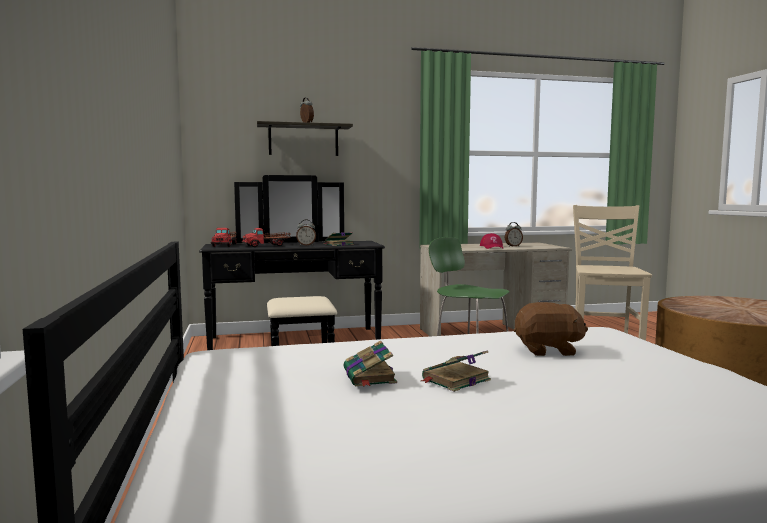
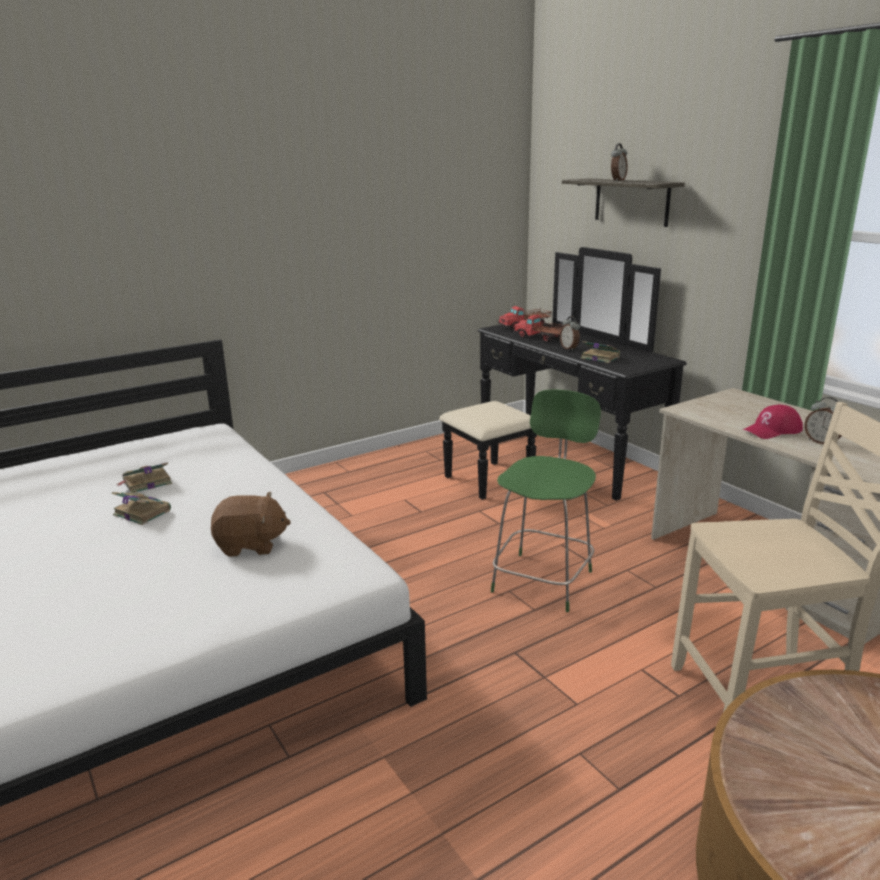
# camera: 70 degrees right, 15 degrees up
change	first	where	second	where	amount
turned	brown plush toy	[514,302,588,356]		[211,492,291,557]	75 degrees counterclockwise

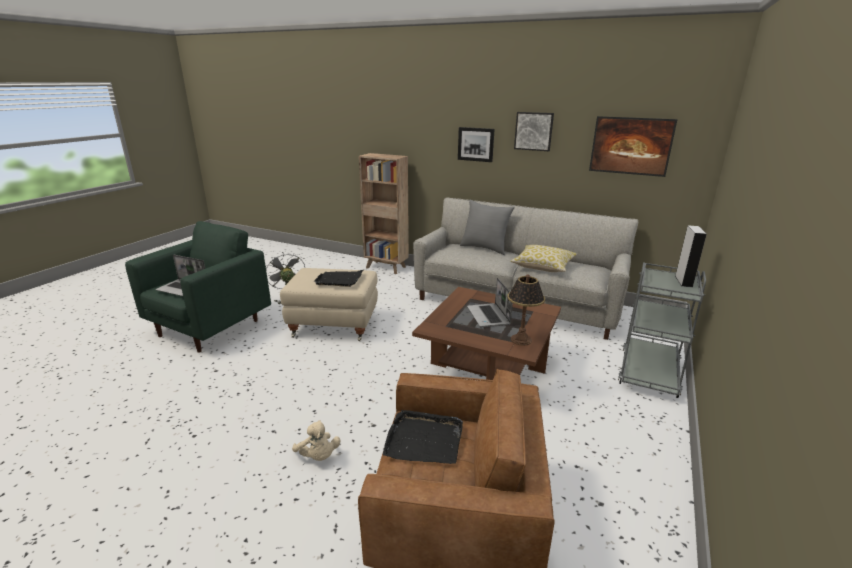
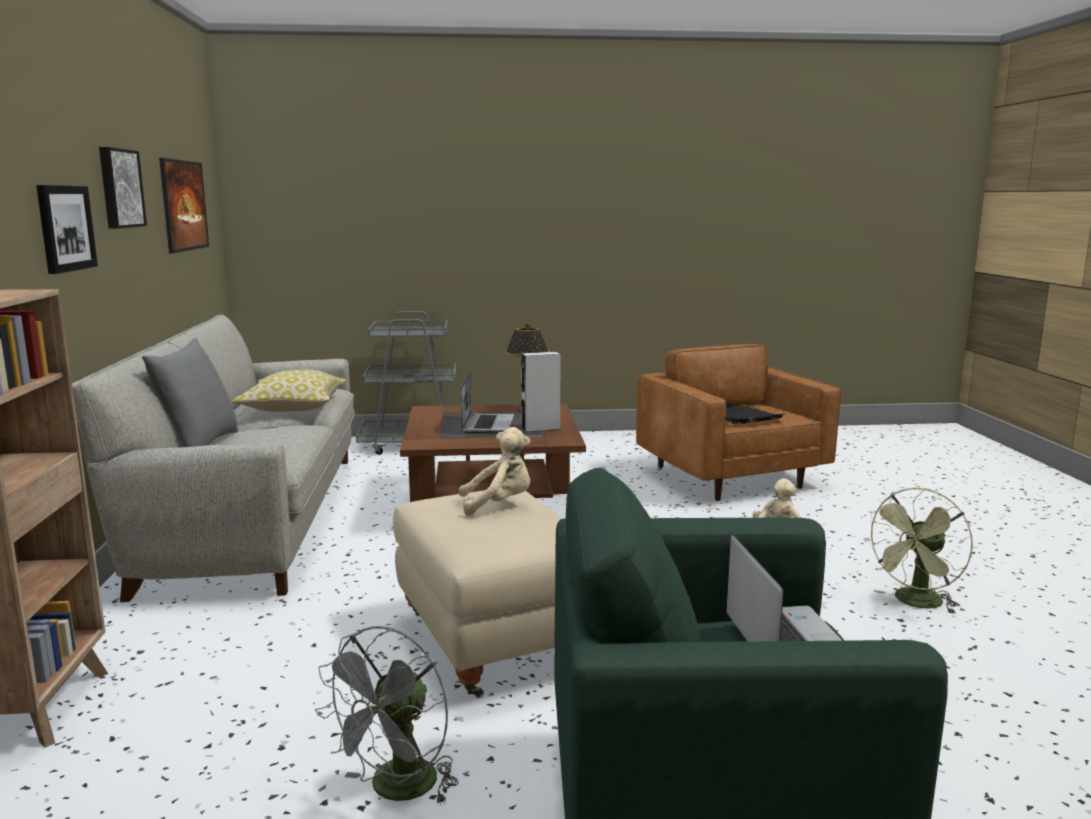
# camera: 120 degrees left, 10 degrees down
change	first	where	second	where	amount
replaced	black tray	[314,270,363,287]	beige plush toy	[459,427,531,516]	
turned	laptop	[467,278,513,327]		[460,373,514,433]	45 degrees counterclockwise
moved	grey speaker	[675,225,707,287]		[521,352,561,432]	
added			green fan	[864,487,973,614]	

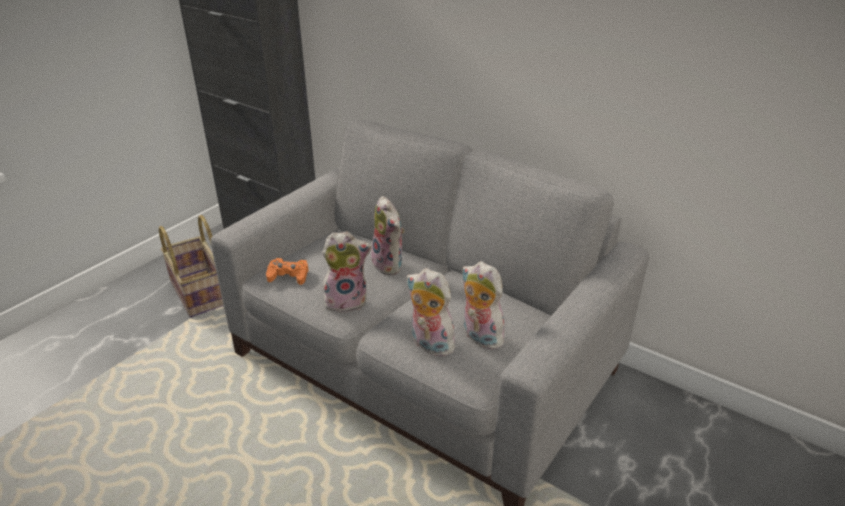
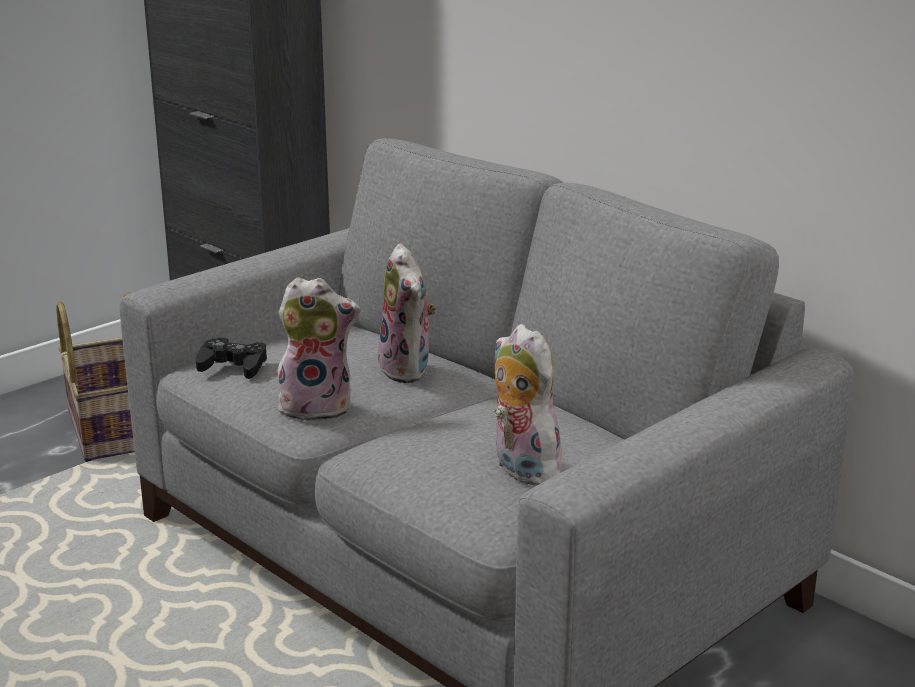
# camera: 10 degrees right, 10 degrees down
change	first	where	second	where	amount
recoloured	orange game controller	[266,258,309,285]	black game controller	[196,337,267,379]	
removed	plush toy	[407,268,455,356]			

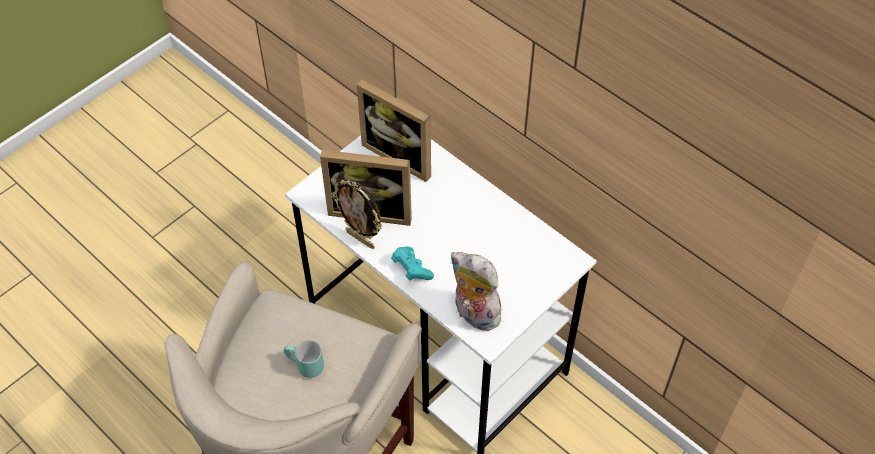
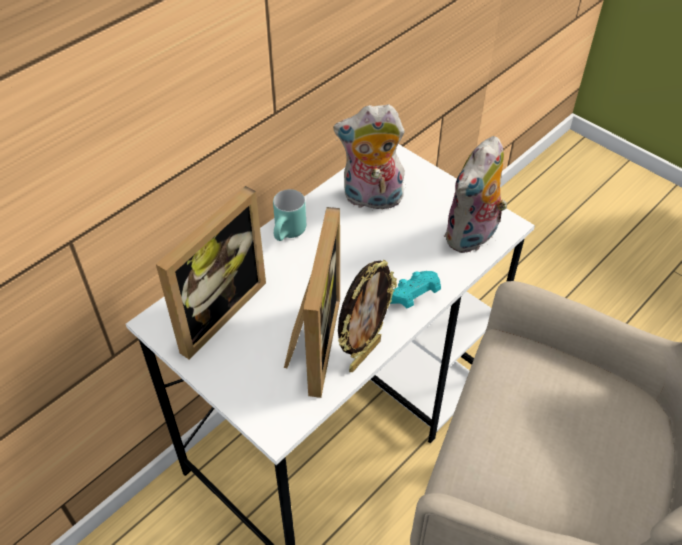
# camera: 90 degrees left, 5 degrees down
change	first	where	second	where	amount
moved	turquoise mug	[284,340,324,378]		[273,189,306,241]	
added			plush toy	[333,104,407,210]	

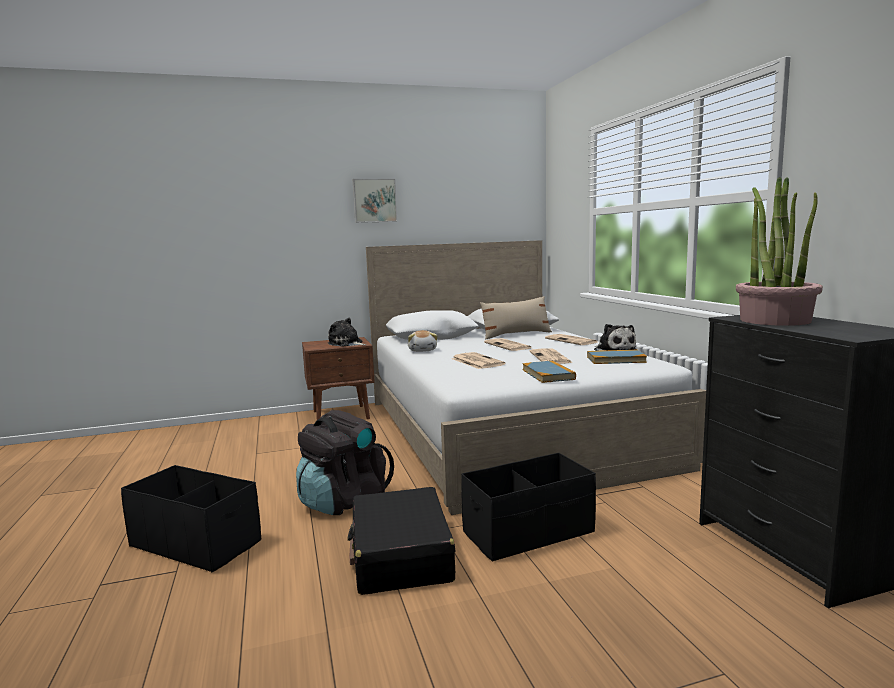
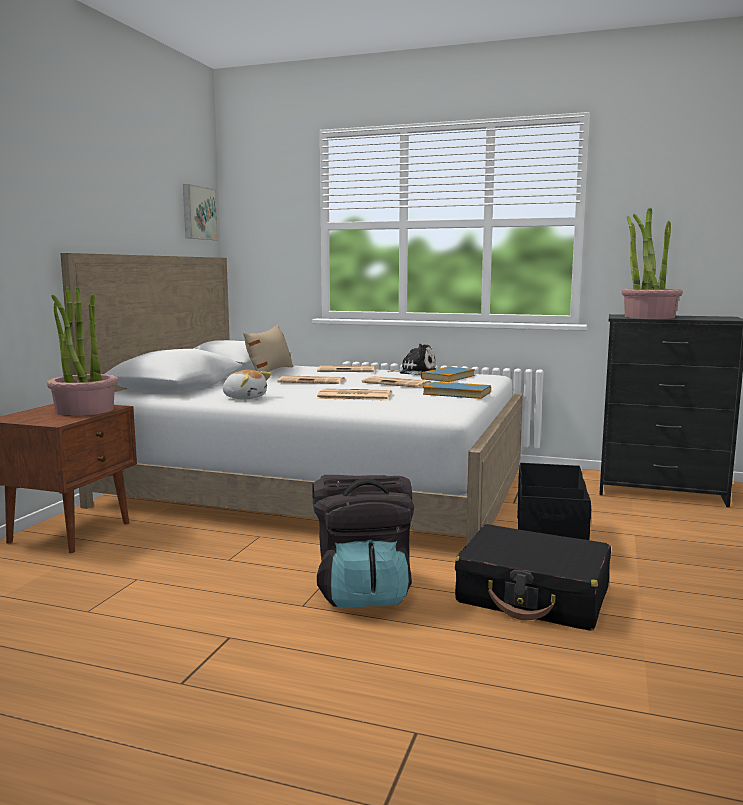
# camera: 55 degrees left, 0 degrees up
change	first	where	second	where	amount
replaced	plush toy	[328,318,366,347]	potted plant	[47,286,118,416]	
moved	picture	[352,179,397,223]		[183,184,218,240]	
removed	black storage box	[121,465,261,573]			

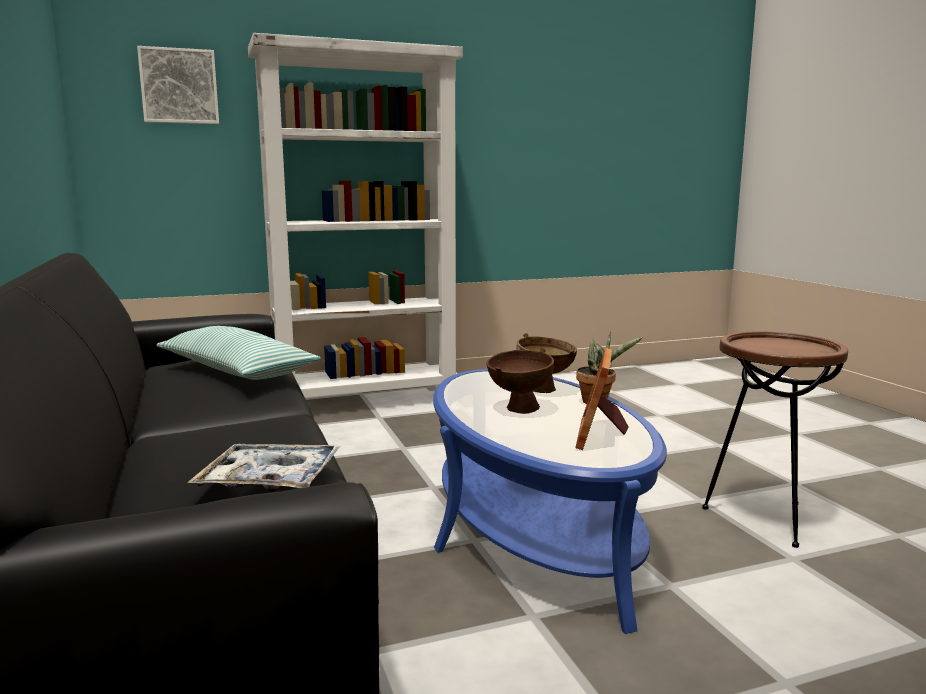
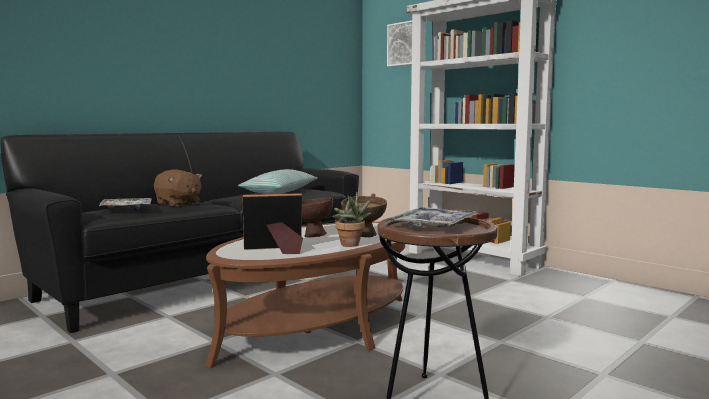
# camera: 65 degrees right, 5 degrees down
change	first	where	second	where	amount
added			brown plush toy	[154,169,202,207]	
recoloured	blue coffee table	[433,369,667,634]	brown coffee table	[205,222,405,368]	
added			tray	[390,207,481,227]	

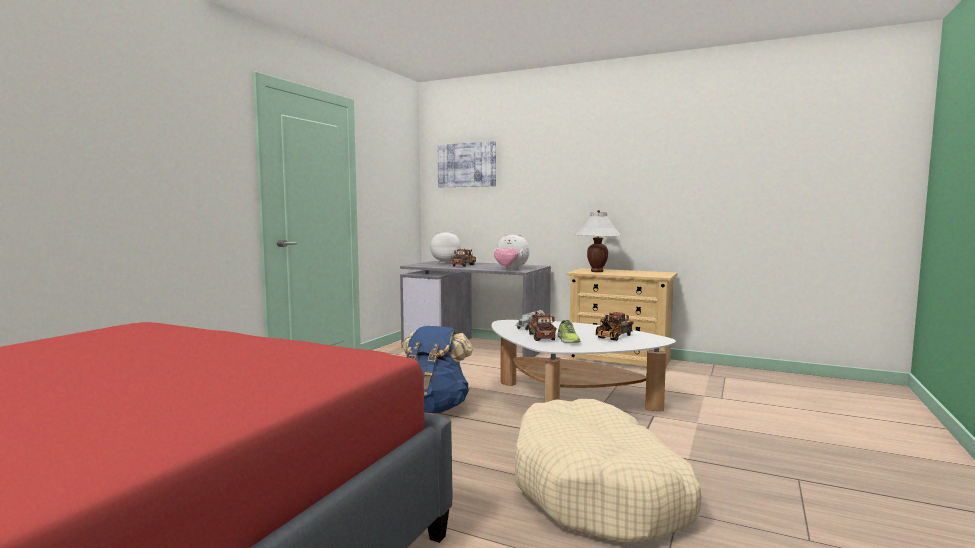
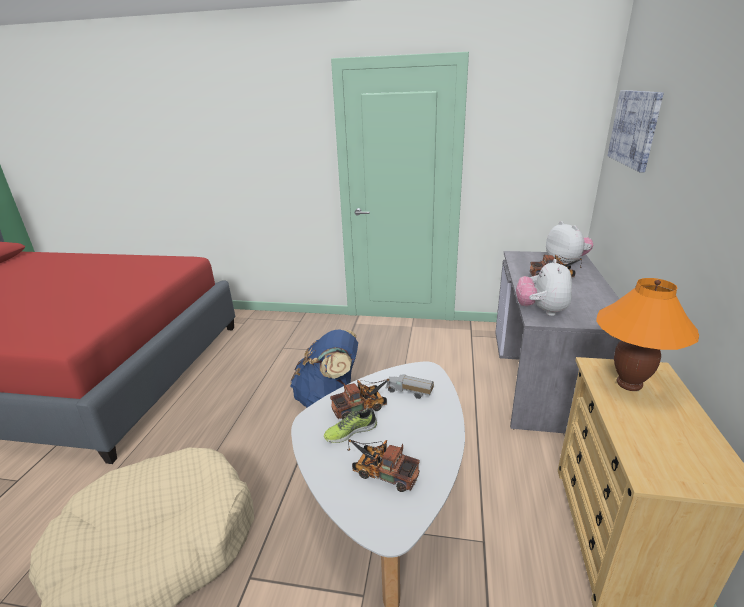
# camera: 75 degrees right, 20 degrees up
change	first	where	second	where	amount
recoloured	white table lamp	[575,210,621,272]	orange table lamp	[596,278,699,391]	

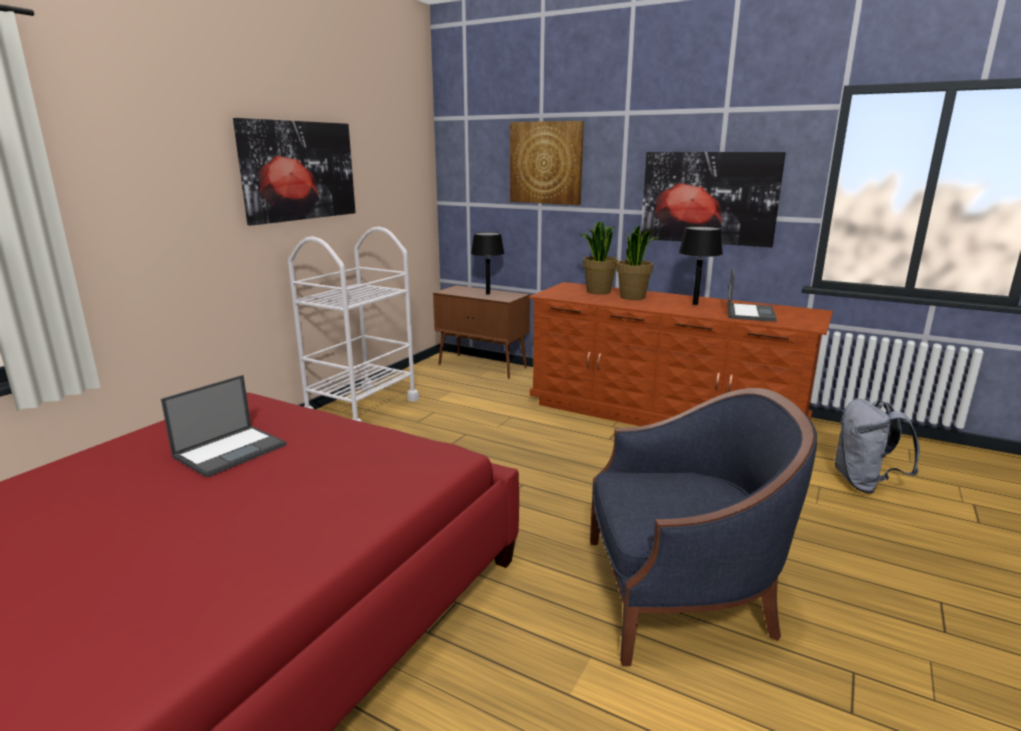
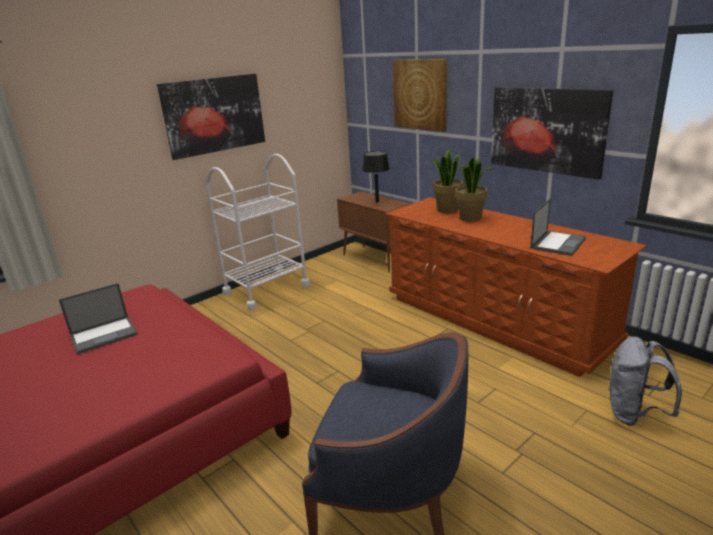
# camera: 20 degrees right, 5 degrees up
change	first	where	second	where	amount
removed	black table lamp	[679,226,723,305]			

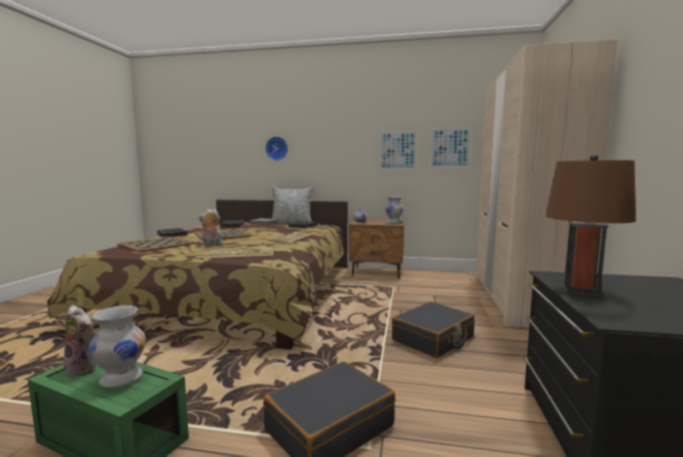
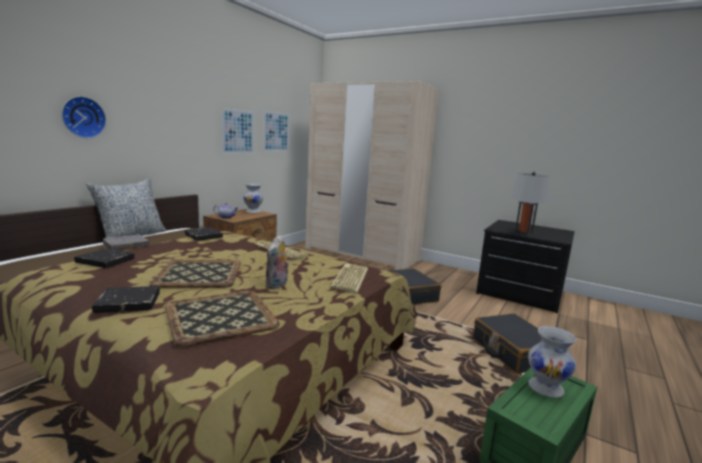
# camera: 70 degrees left, 5 degrees up
change	first	where	second	where	amount
recoloured	brown table lamp	[545,154,636,298]	grey table lamp	[511,172,550,236]	
removed	plush toy	[64,305,97,377]			

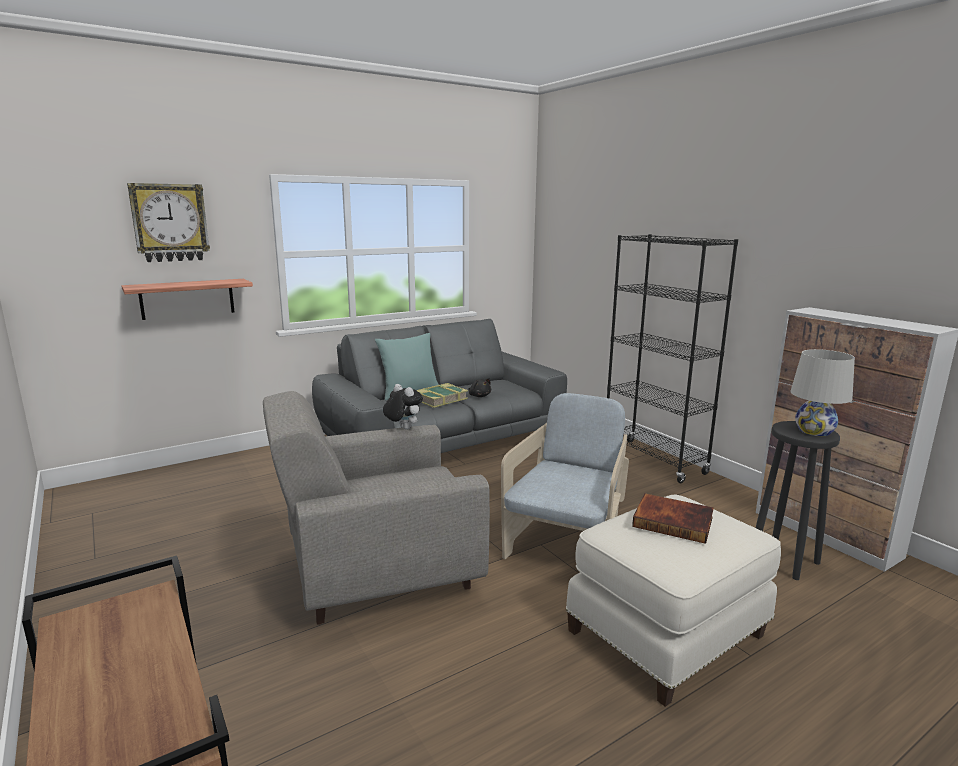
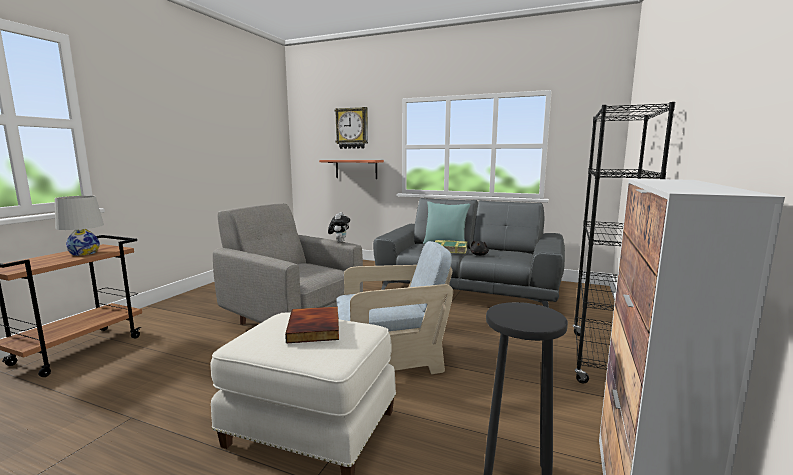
# camera: 55 degrees right, 5 degrees down
change	first	where	second	where	amount
moved	white table lamp	[791,349,855,436]		[55,196,104,256]	

